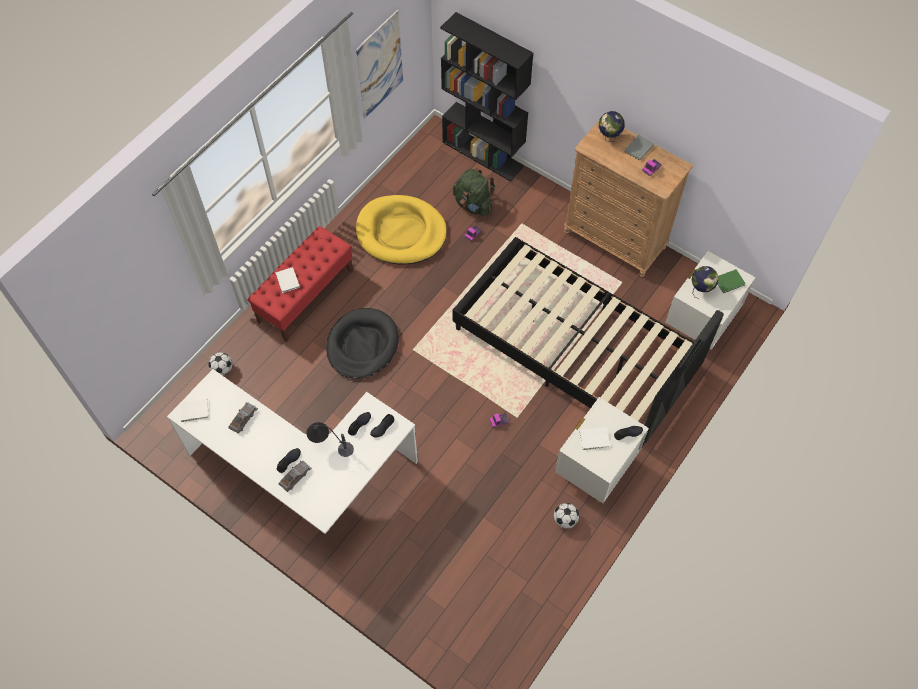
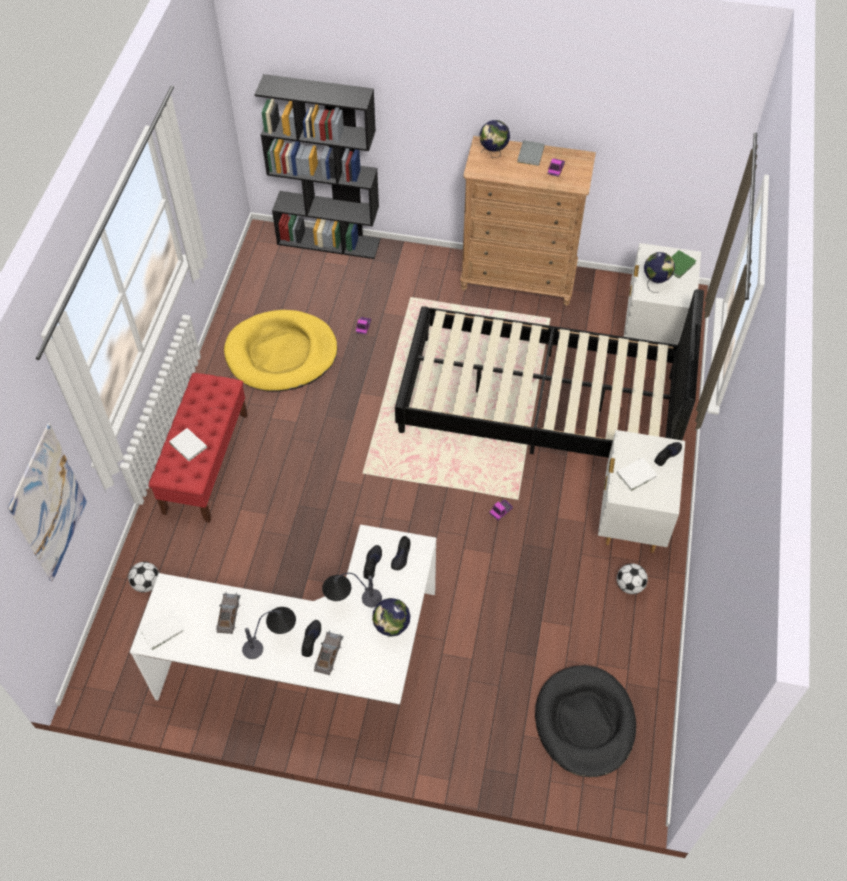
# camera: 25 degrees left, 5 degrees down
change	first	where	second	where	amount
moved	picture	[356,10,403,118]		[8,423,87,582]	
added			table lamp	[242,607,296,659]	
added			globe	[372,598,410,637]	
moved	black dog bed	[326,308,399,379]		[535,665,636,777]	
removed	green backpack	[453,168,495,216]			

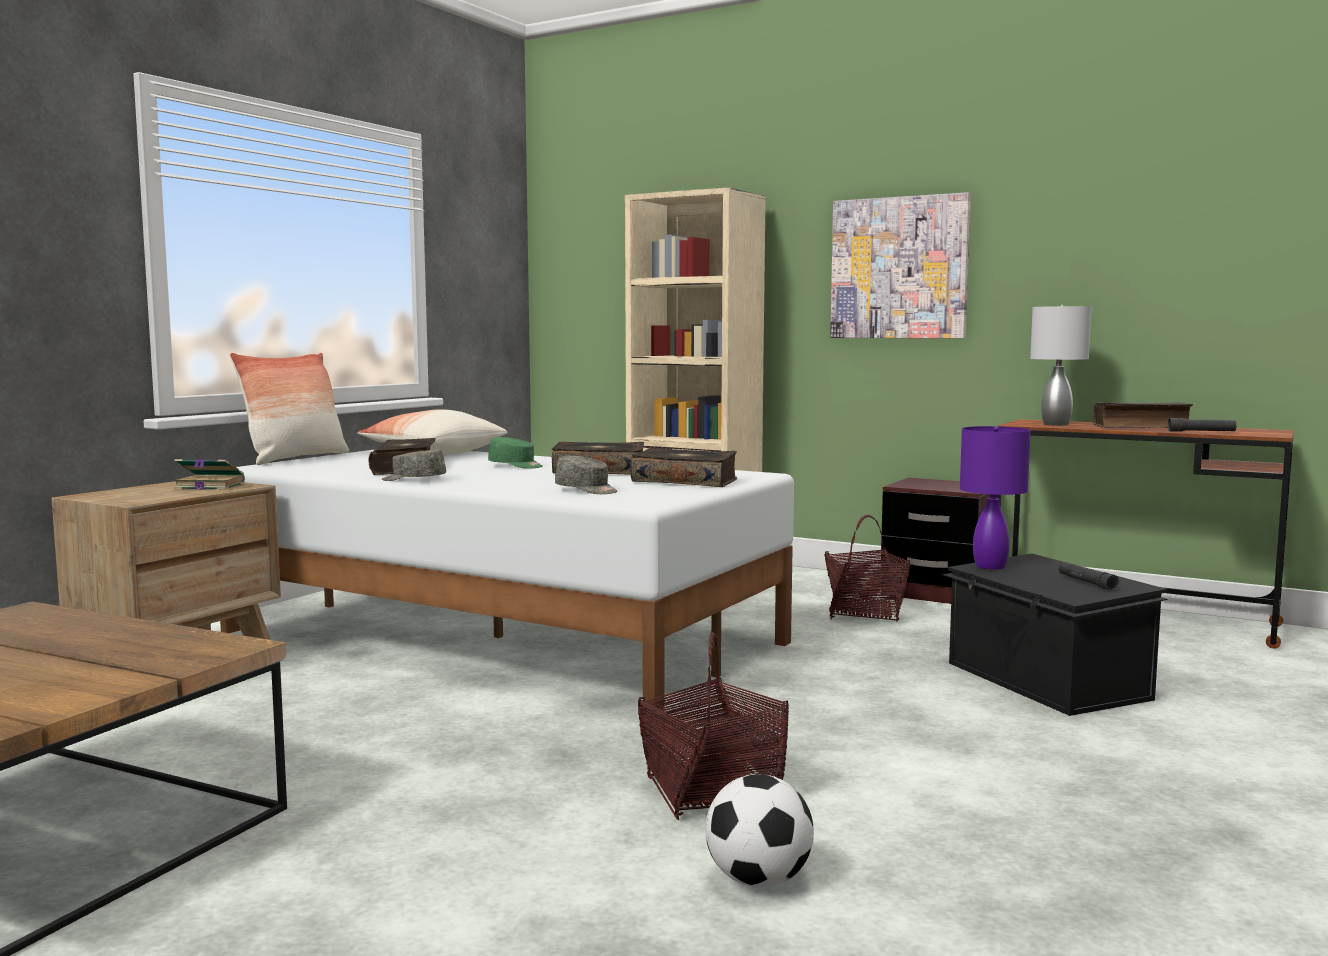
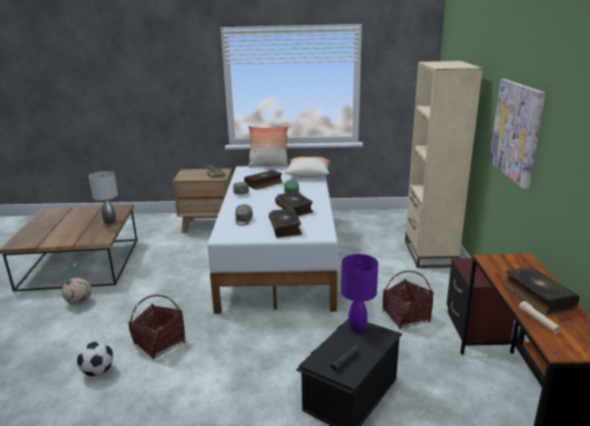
# camera: 60 degrees right, 15 degrees up
change	first	where	second	where	amount
added			football	[62,277,92,305]	
moved	grey table lamp	[1030,305,1091,426]		[89,171,118,224]	
recoloured	black flashlight	[1168,418,1237,432]	beige flashlight	[519,301,561,334]	

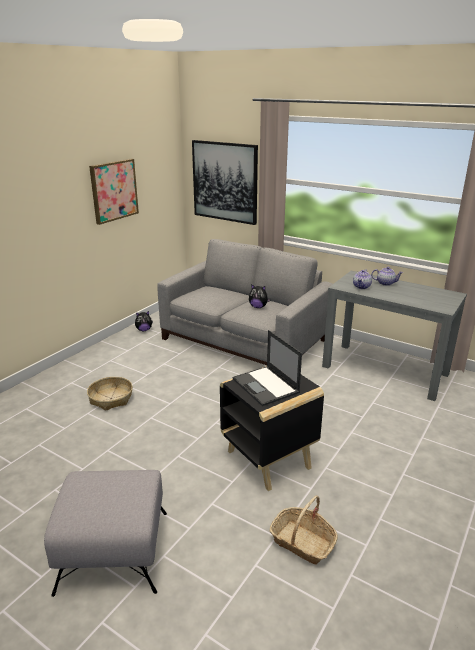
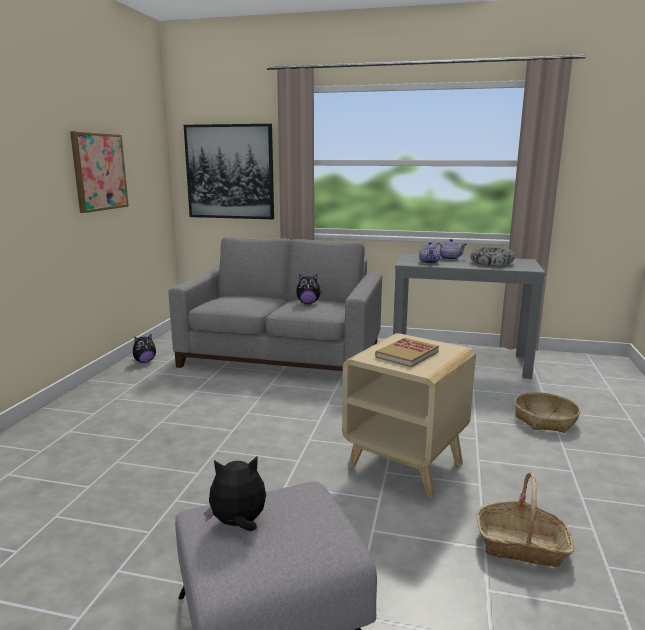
# camera: 20 degrees left, 10 degrees down
change	first	where	second	where	amount
added			plush toy	[204,456,266,531]	
recoloured	black side table	[220,366,324,491]	beige side table	[342,333,476,499]	
replaced	laptop	[233,330,302,406]	book	[375,338,439,367]	
added			bowl	[471,247,515,266]	
moved	basket	[87,377,133,411]		[515,392,580,433]	

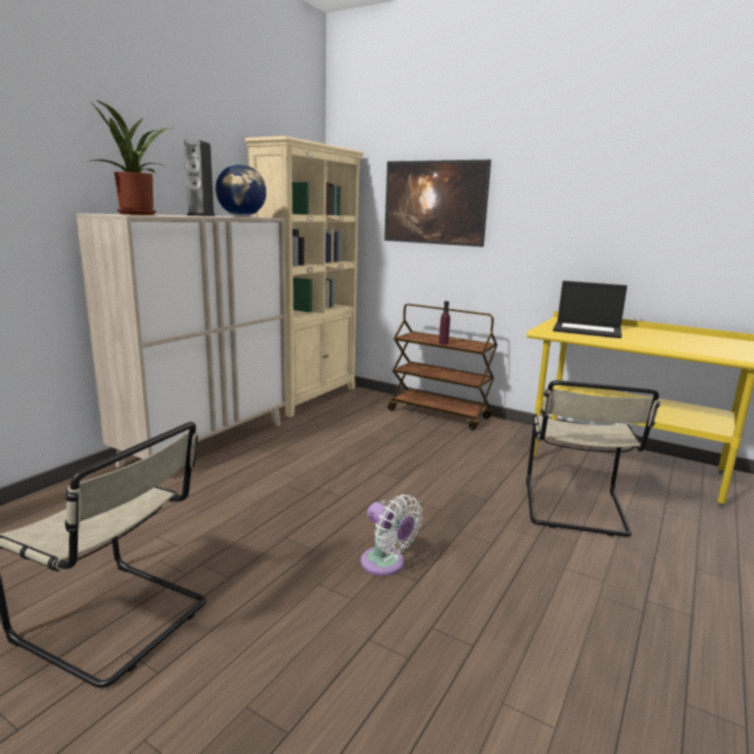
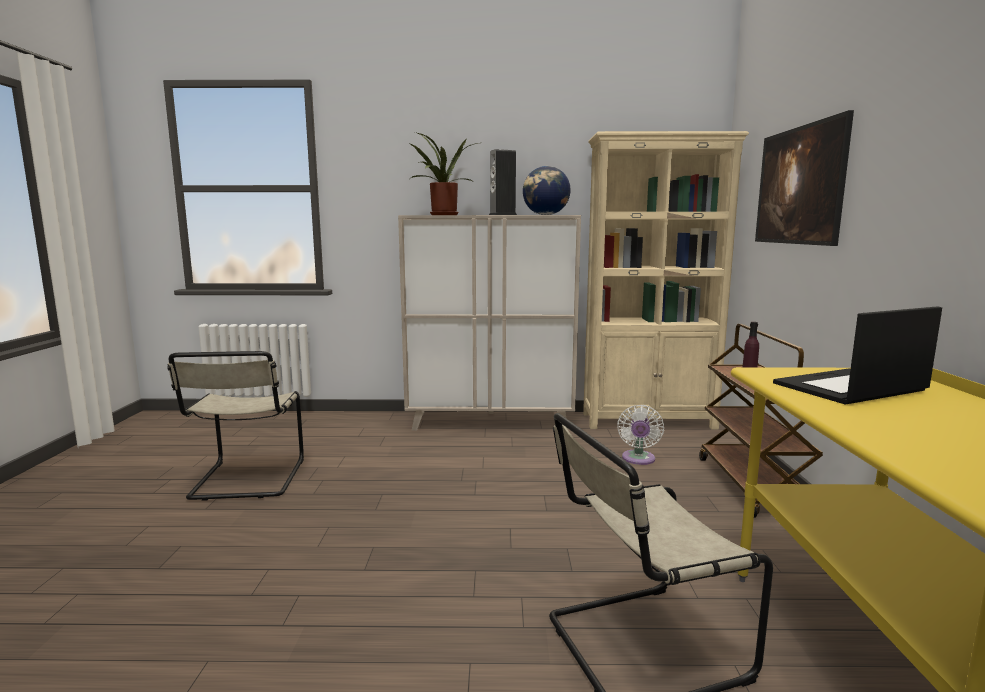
# camera: 60 degrees right, 5 degrees down
change	first	where	second	where	amount
moved	white fan	[361,494,422,576]		[617,405,664,465]	
turned	laptop	[553,281,627,338]		[773,307,942,405]	75 degrees clockwise

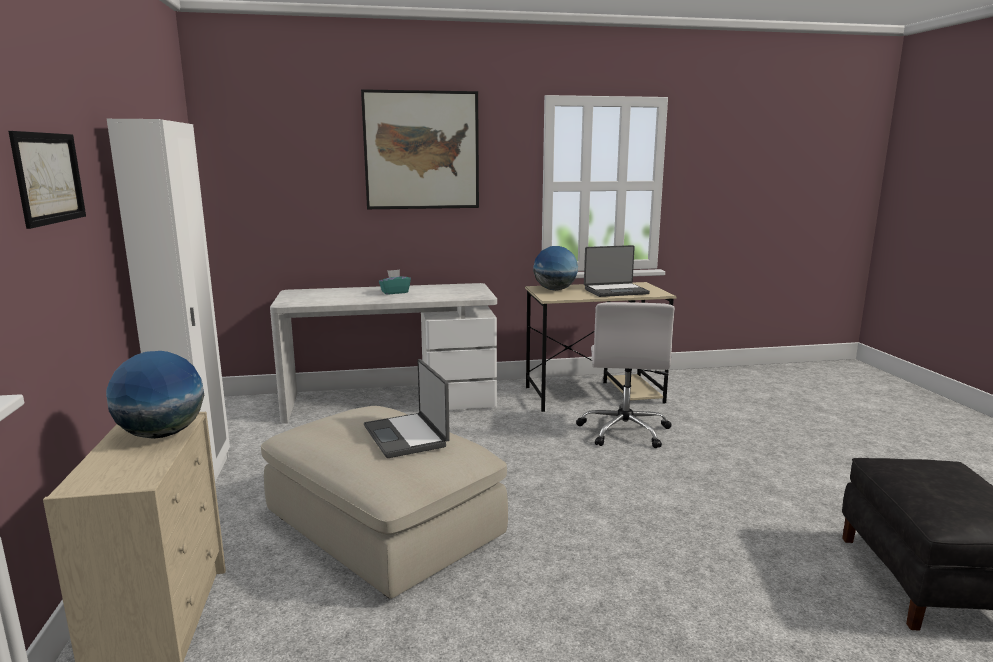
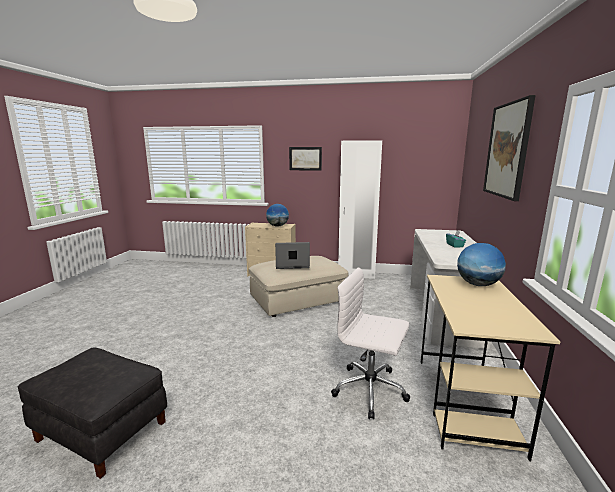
# camera: 110 degrees right, 0 degrees up
change	first	where	second	where	amount
removed	laptop	[584,245,650,297]			

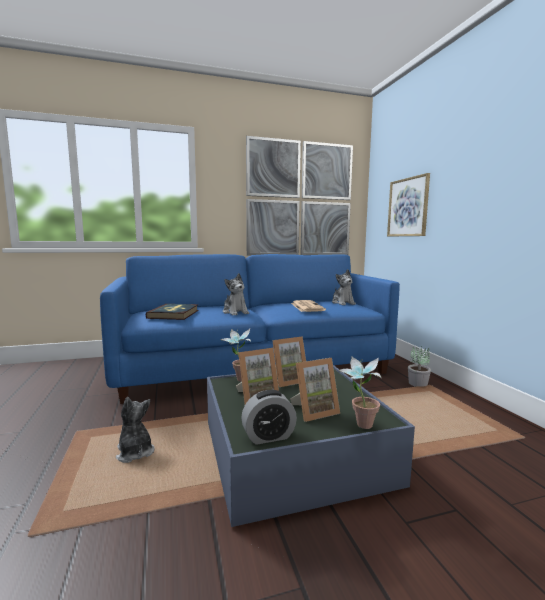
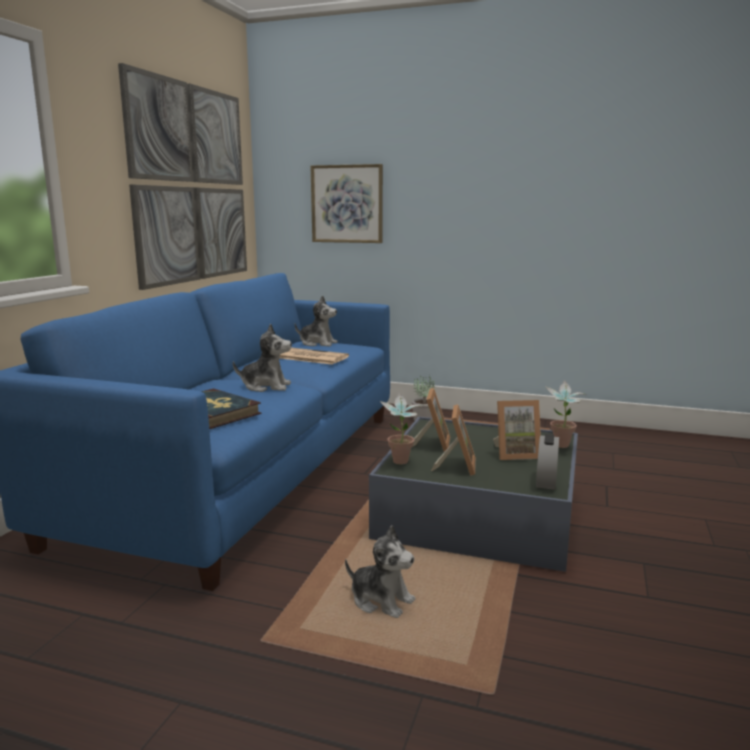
# camera: 55 degrees left, 5 degrees up
change	first	where	second	where	amount
turned	plush toy	[116,397,155,463]		[345,525,416,618]	150 degrees counterclockwise
turned	picture frame	[290,358,340,422]		[493,400,541,460]	75 degrees clockwise

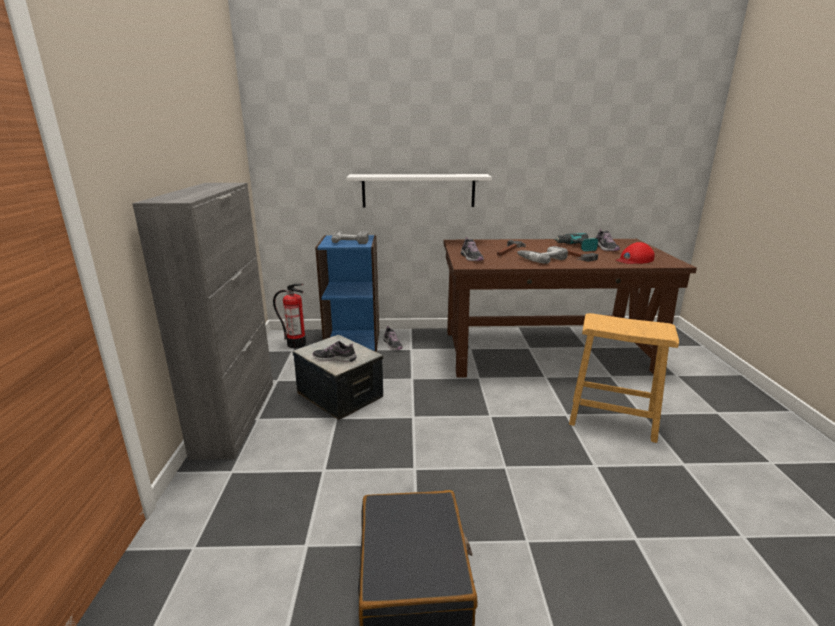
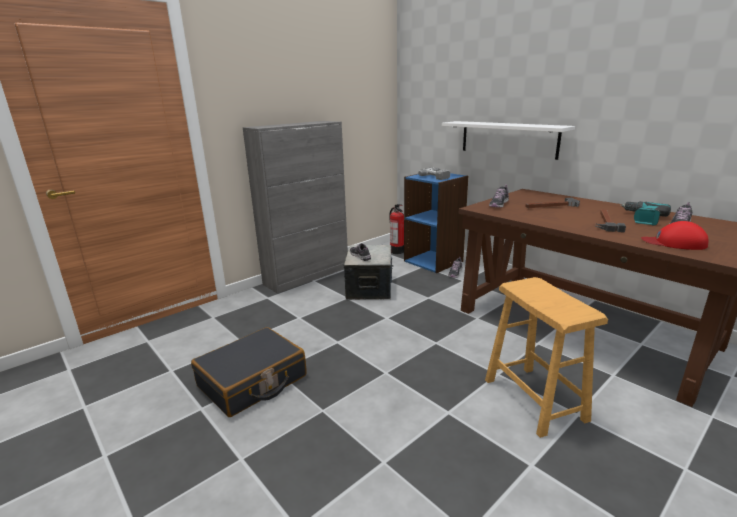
# camera: 50 degrees right, 0 degrees up
change	first	where	second	where	amount
removed	power drill	[517,246,568,264]			

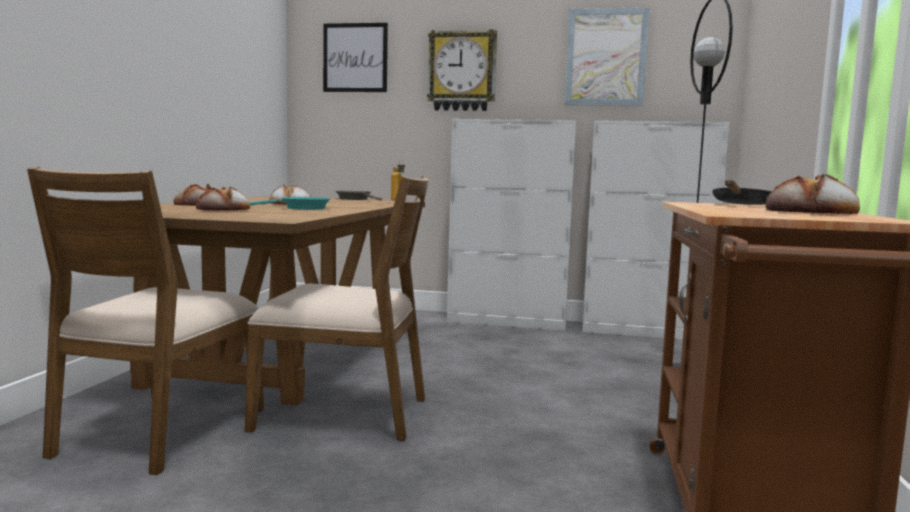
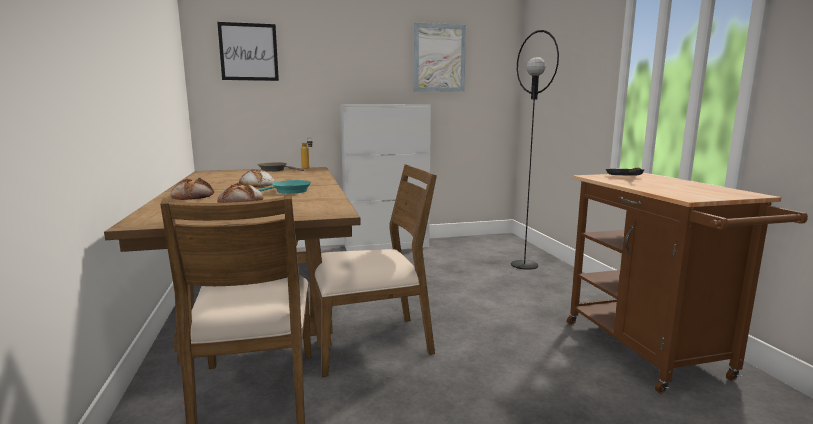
# camera: 25 degrees left, 5 degrees up
change	first	where	second	where	amount
removed	wall clock	[427,29,497,111]			
removed	white cabinet	[583,120,729,340]			
removed	bread	[766,174,860,214]			

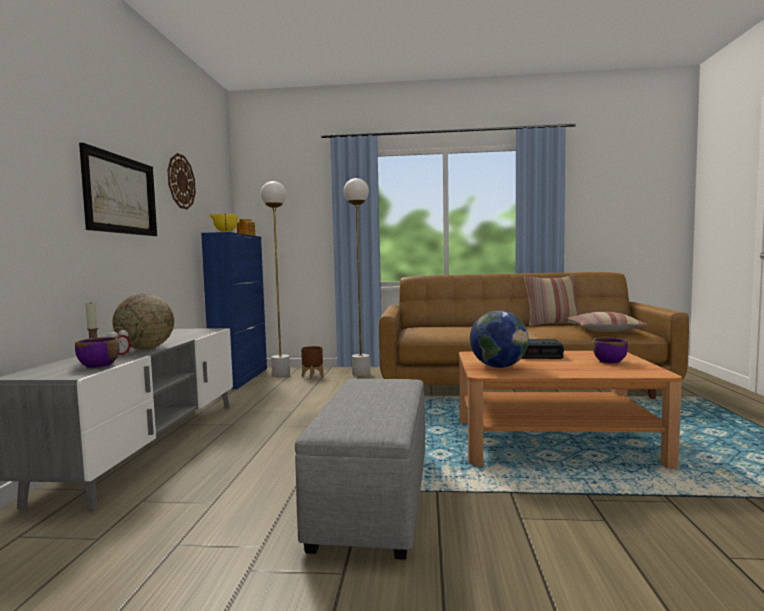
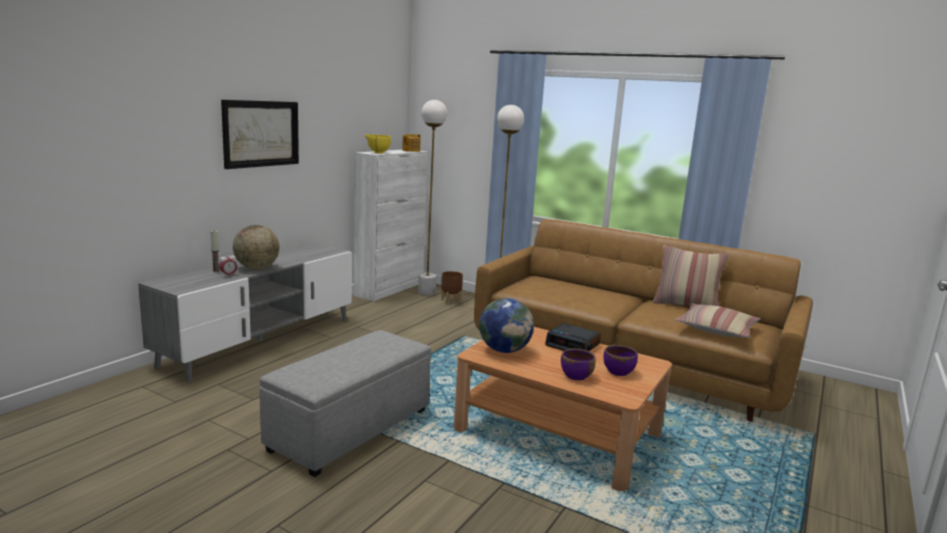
# camera: 25 degrees right, 10 degrees up
change	first	where	second	where	amount
recoloured	blue cabinet	[201,232,267,389]	white cabinet	[354,150,428,301]	
moved	purple bowl	[75,337,120,368]		[561,348,596,380]	
removed	wall clock	[167,153,196,209]			

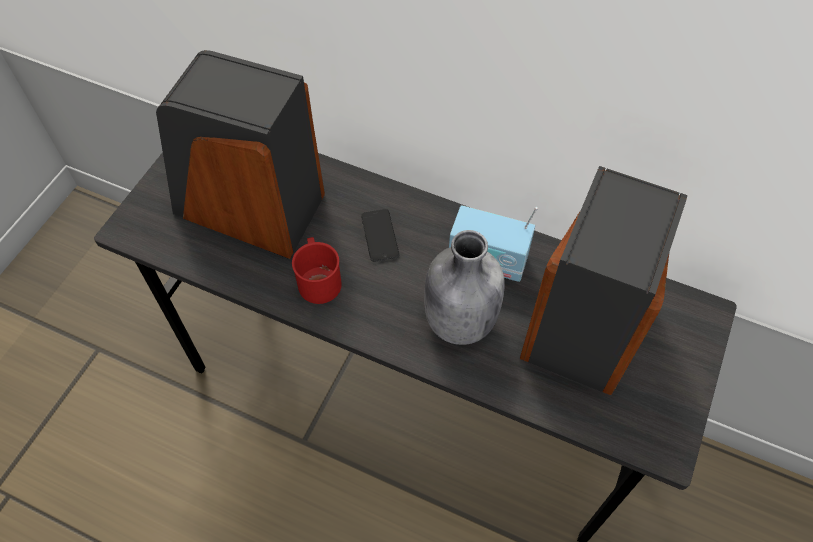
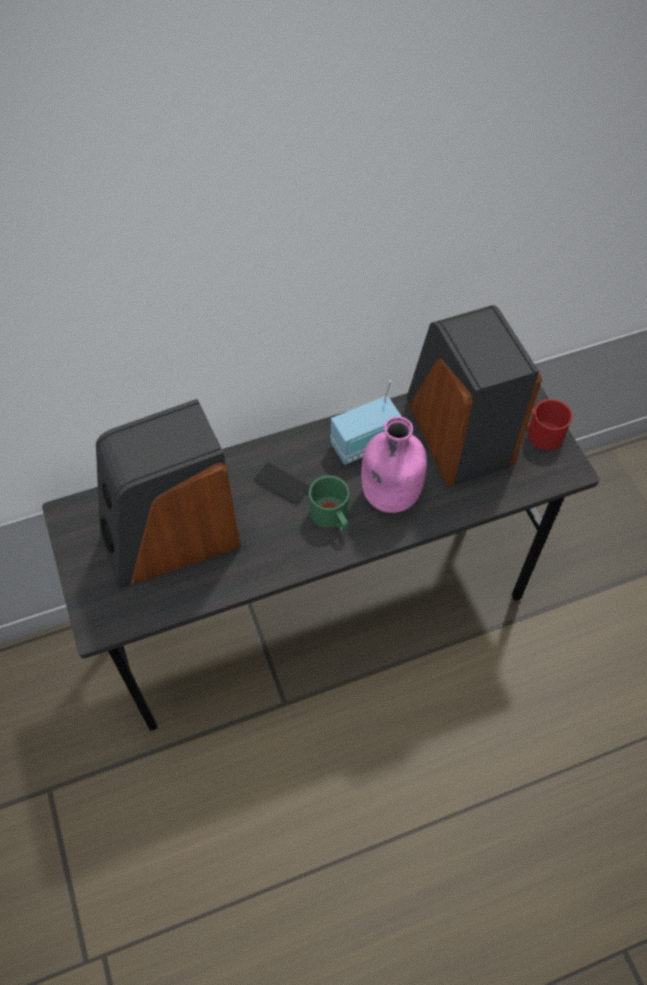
# camera: 45 degrees left, 0 degrees up
change	first	where	second	where	amount
added			green mug	[309,476,349,532]	
recoloured	grey bottle	[424,230,505,345]	pink bottle	[361,416,427,513]	
moved	red mug	[292,237,342,304]		[528,399,573,450]	

